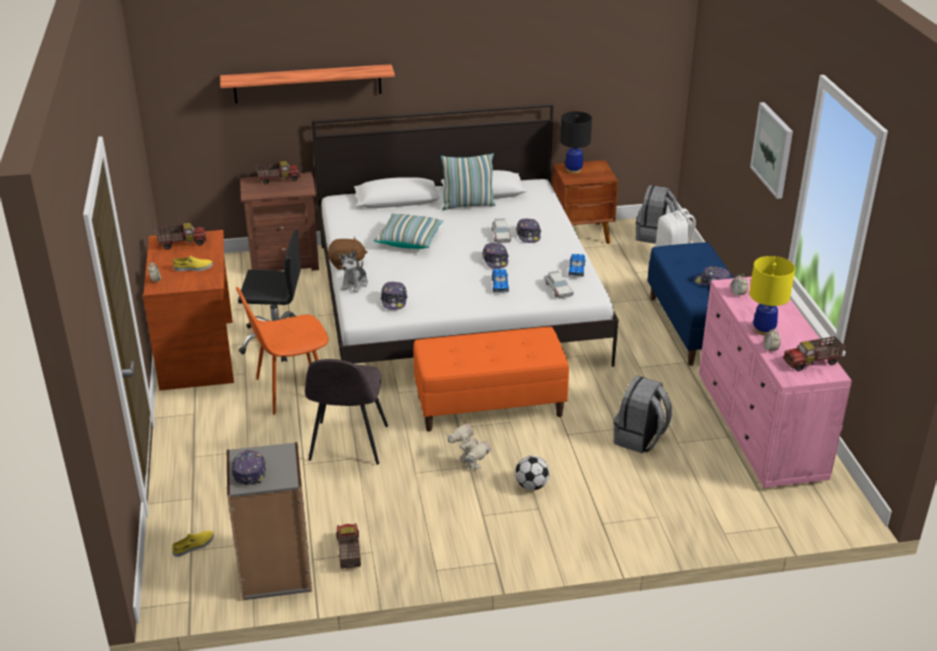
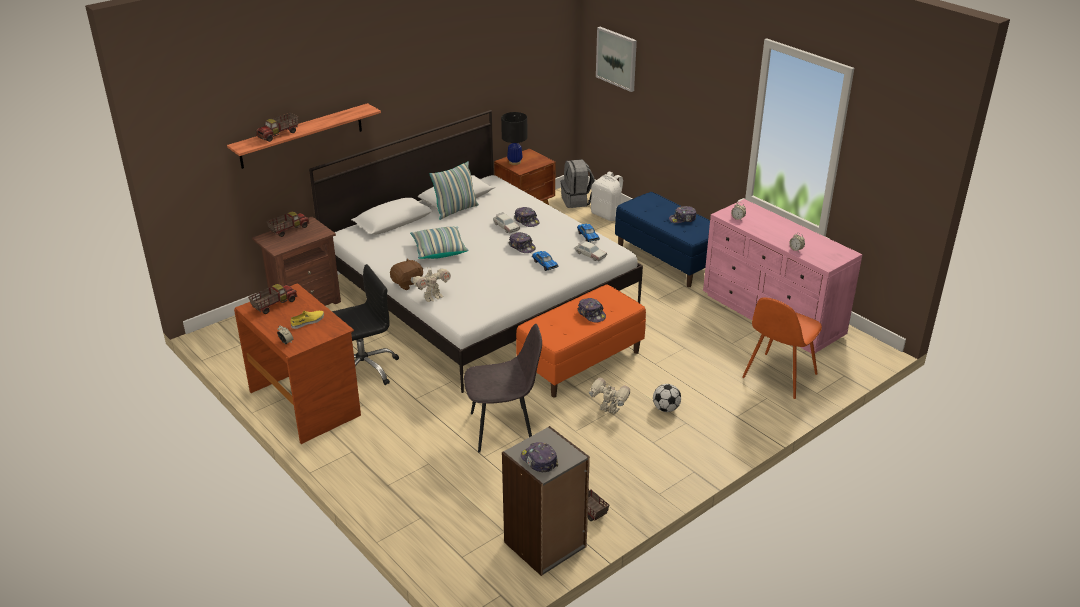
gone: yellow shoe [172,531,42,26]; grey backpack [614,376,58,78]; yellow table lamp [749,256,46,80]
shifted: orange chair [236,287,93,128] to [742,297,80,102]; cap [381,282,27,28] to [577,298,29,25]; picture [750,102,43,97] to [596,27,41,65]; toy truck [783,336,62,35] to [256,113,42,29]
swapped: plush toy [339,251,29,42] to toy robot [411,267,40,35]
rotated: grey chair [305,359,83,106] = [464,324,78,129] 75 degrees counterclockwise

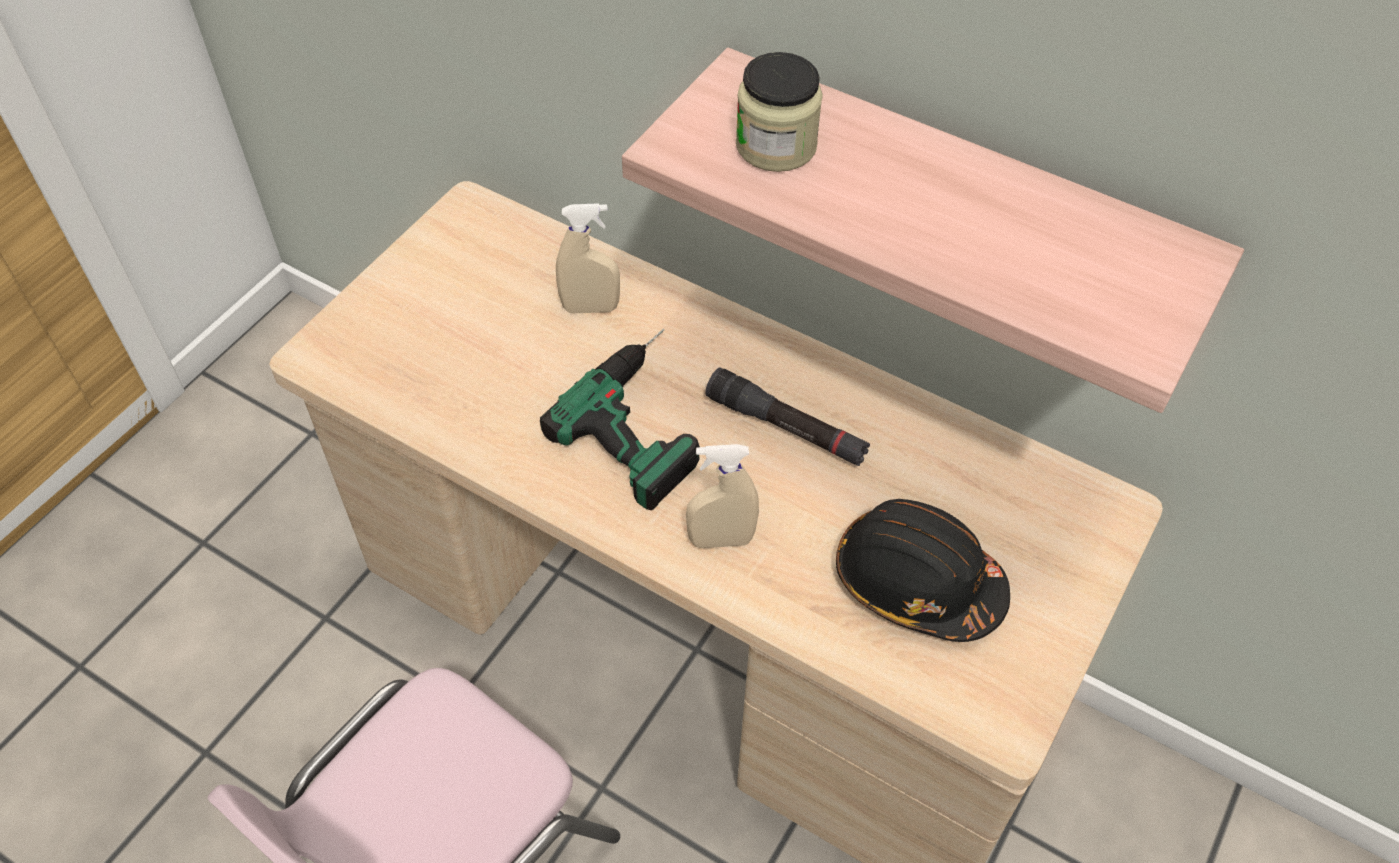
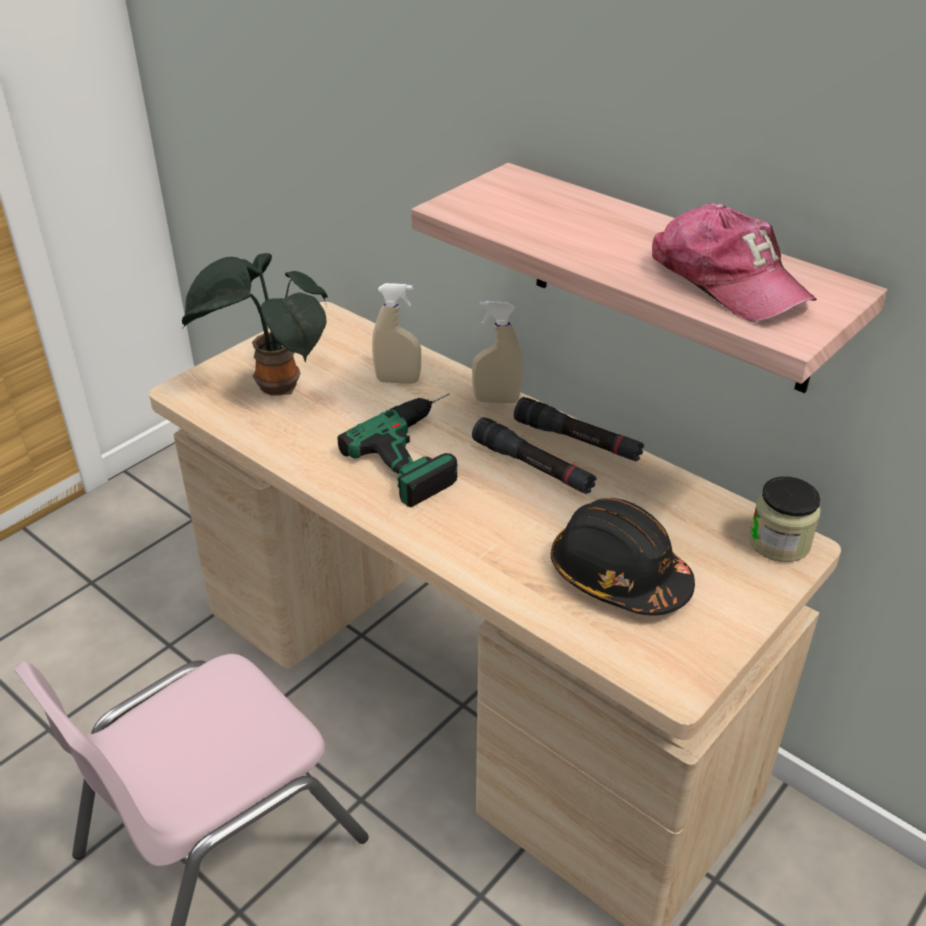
new: potted plant [182,253,146,143]; black flashlight [514,397,130,64]; cap [652,203,165,119]
shifted: beige spray bottle [686,444,73,104] to [472,301,51,102]; jar [736,52,87,120] to [749,476,72,86]

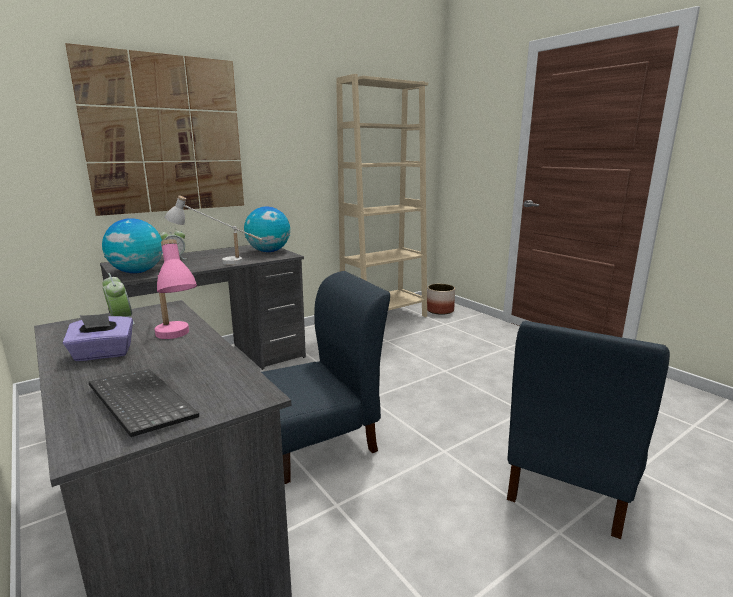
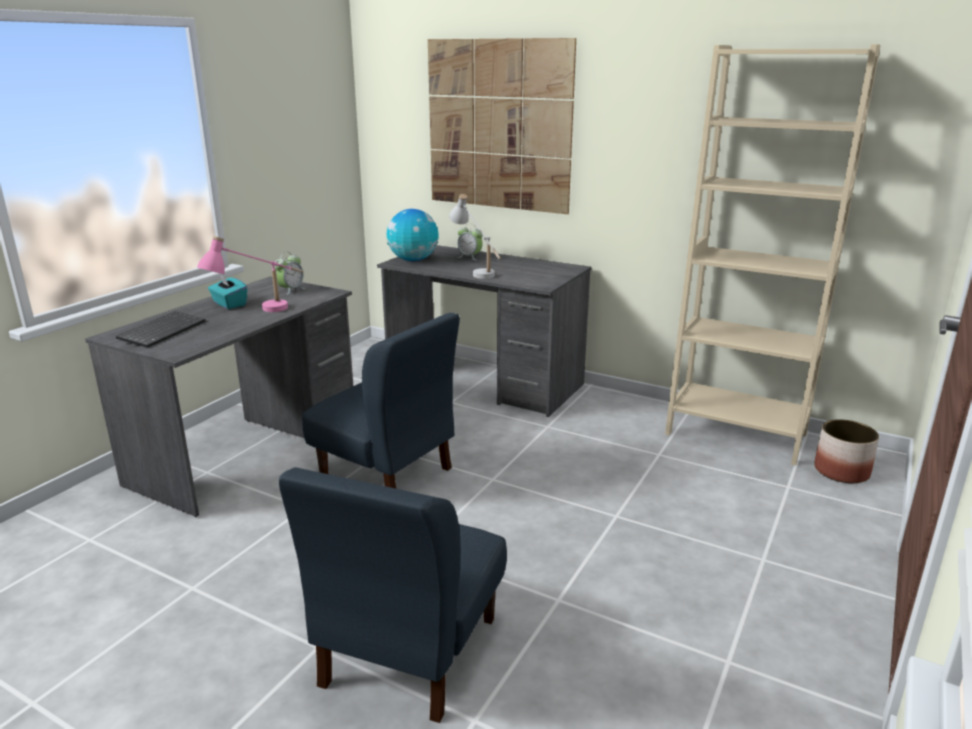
gone: globe [244,206,46,46]
repainted: purple tissue box [63,314,70,47] to turquoise tissue box [208,274,39,35]
rotated: blue chair [507,321,163,218] = [279,467,228,256] 75 degrees counterclockwise

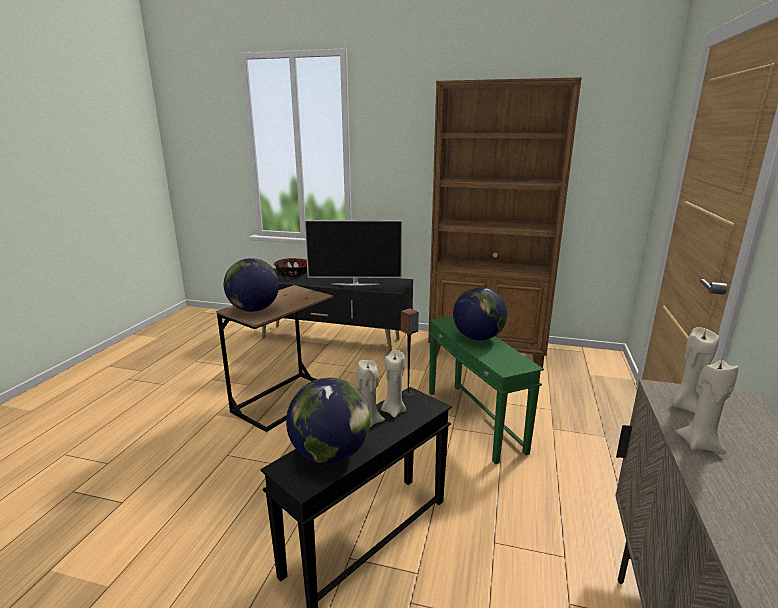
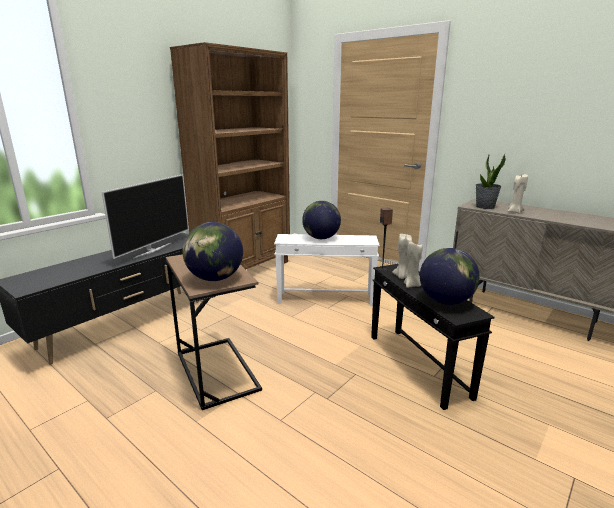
gone: bowl [274,258,33,19]
swapped: beige candle [670,327,49,87] to potted plant [475,154,31,55]
repainted: green side table [429,316,115,148] to white side table [274,234,106,72]

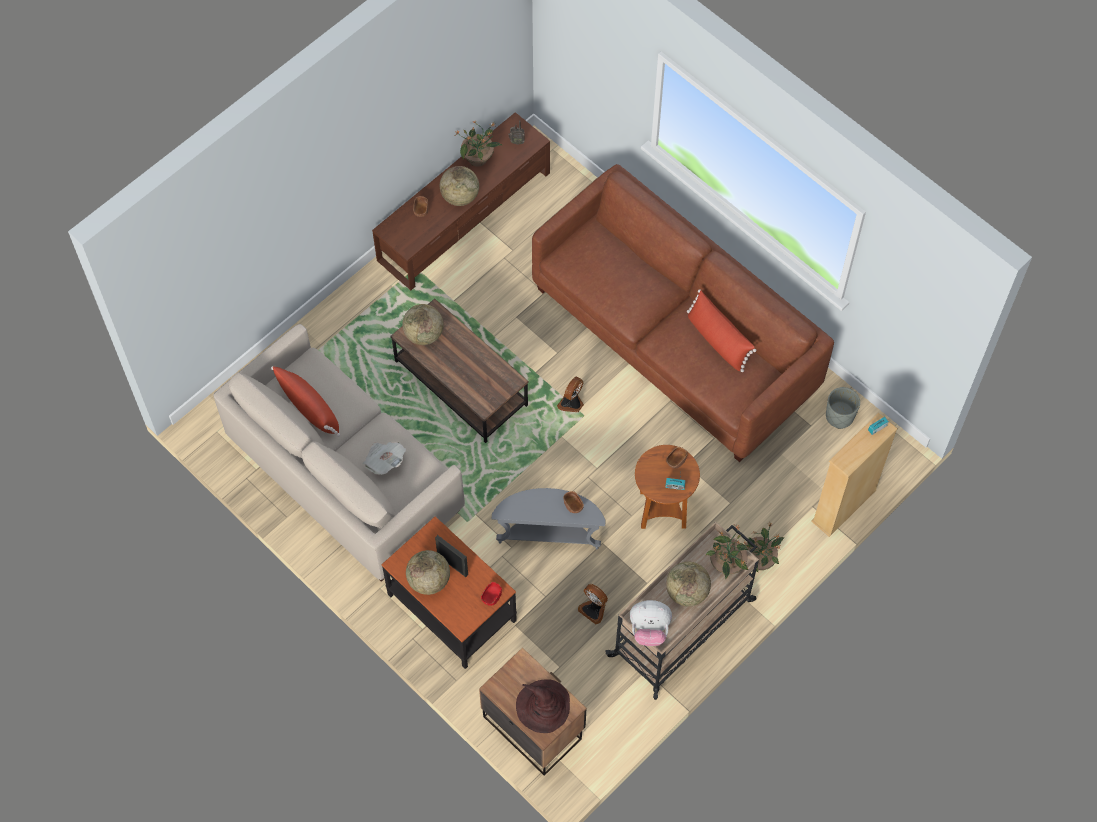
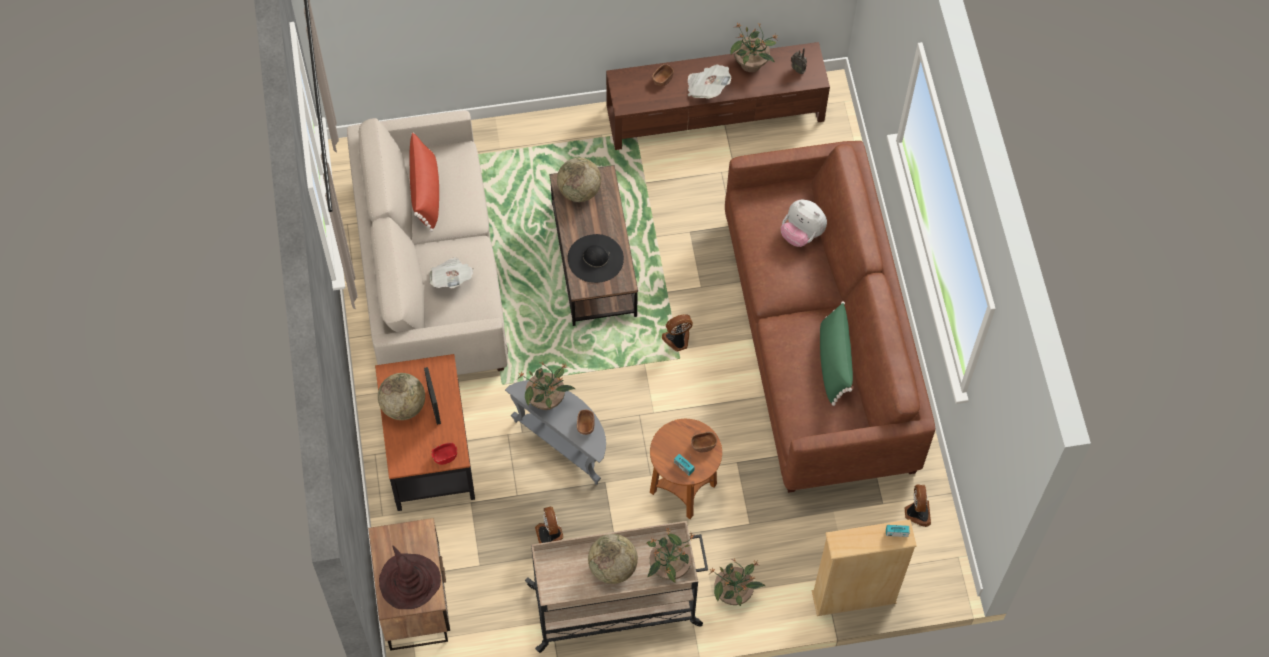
new: potted plant [519,362,56,48]; black hat [568,234,56,49]
shifted: plush toy [630,600,42,46] to [781,200,46,47]
swapped: globe [440,166,39,40] to newspaper [688,64,43,35]; grey planter [826,387,34,42] to fan [905,484,26,43]
repainted: red pillow [687,290,69,82] to green pillow [820,301,33,105]

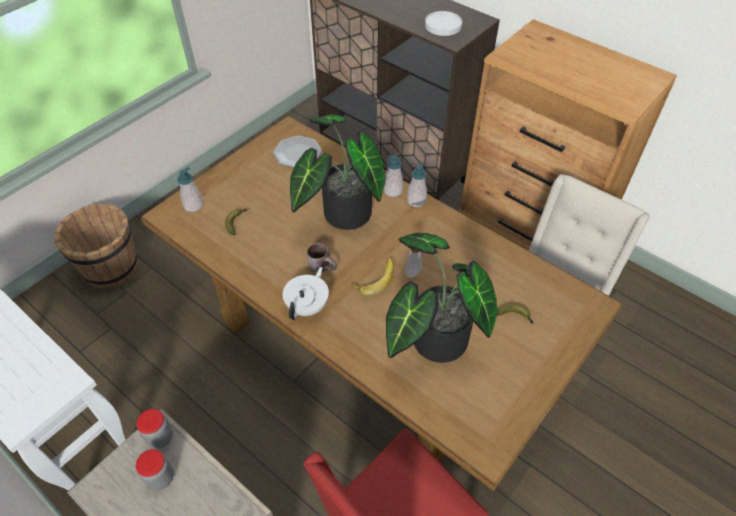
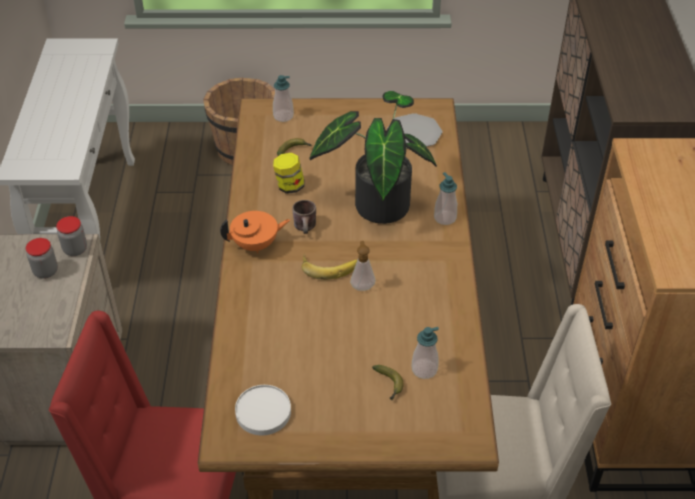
gone: potted plant [386,233,112,130]
new: jar [273,153,31,41]
shifted: soap dispenser [407,162,20,45] to [411,327,28,52]; white plate [425,11,37,25] to [235,385,56,50]
repainted: white teapot [283,267,46,53] to orange teapot [220,211,70,43]

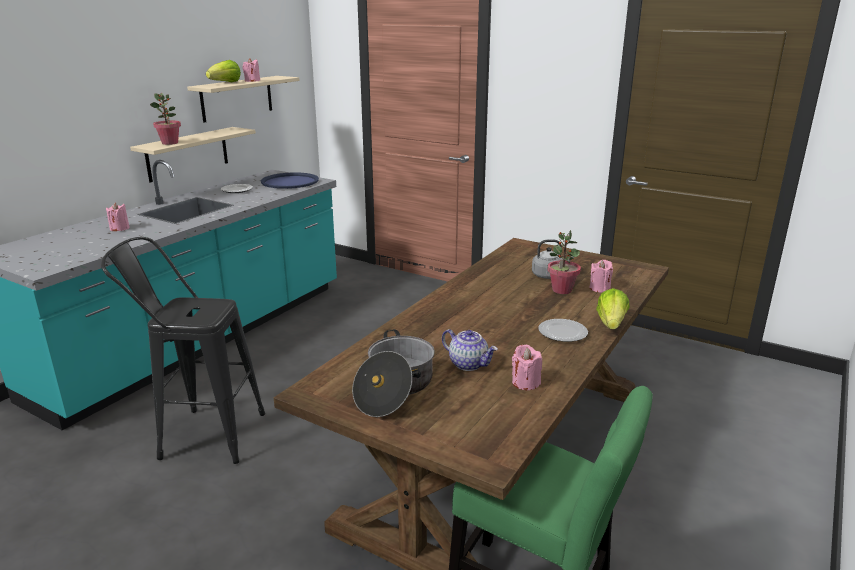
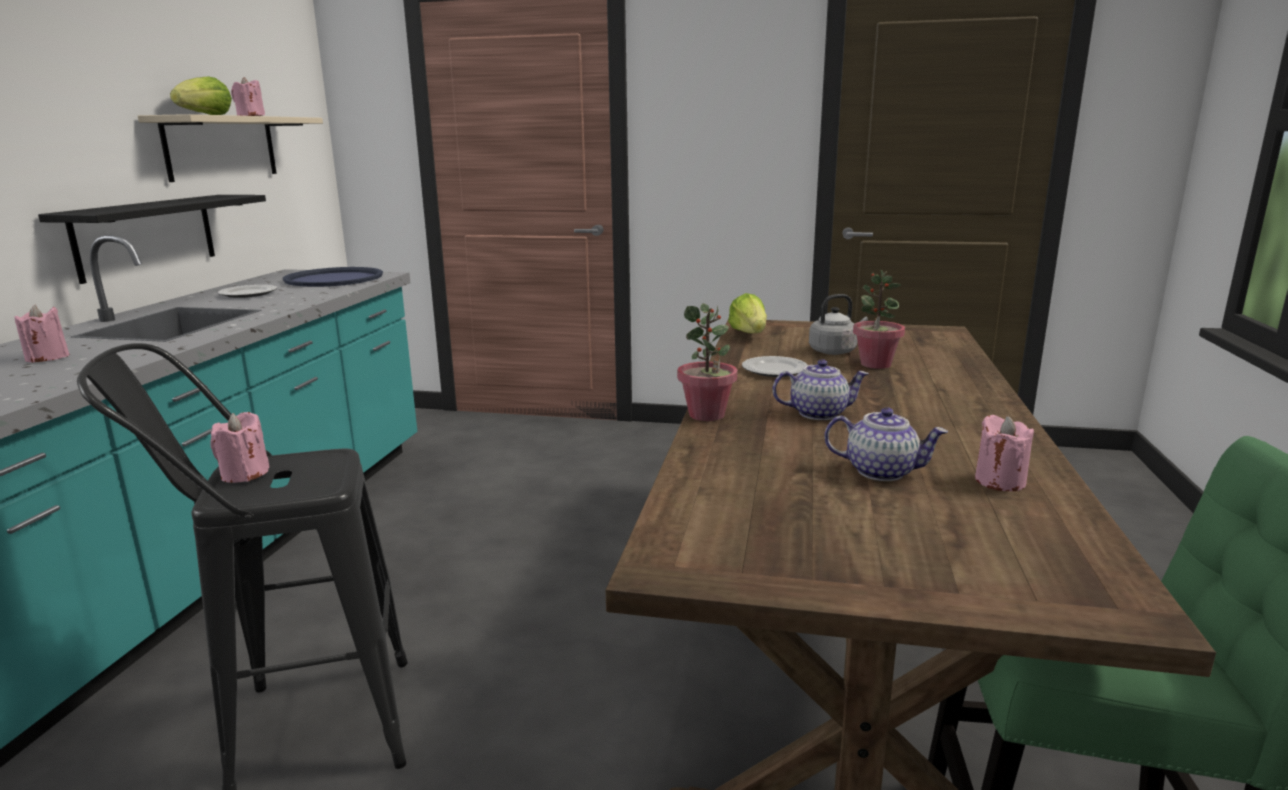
gone: cooking pot [352,329,83,88]
new: teapot [772,359,97,61]
shifted: potted plant [150,93,31,52] to [677,303,61,118]; plate [538,319,50,23] to [742,356,66,21]; pink candle [590,260,23,33] to [210,412,59,71]; lettuce [596,288,34,41] to [728,293,39,40]
repainted: beige shelf [130,127,126,55] to black shelf [38,195,228,89]

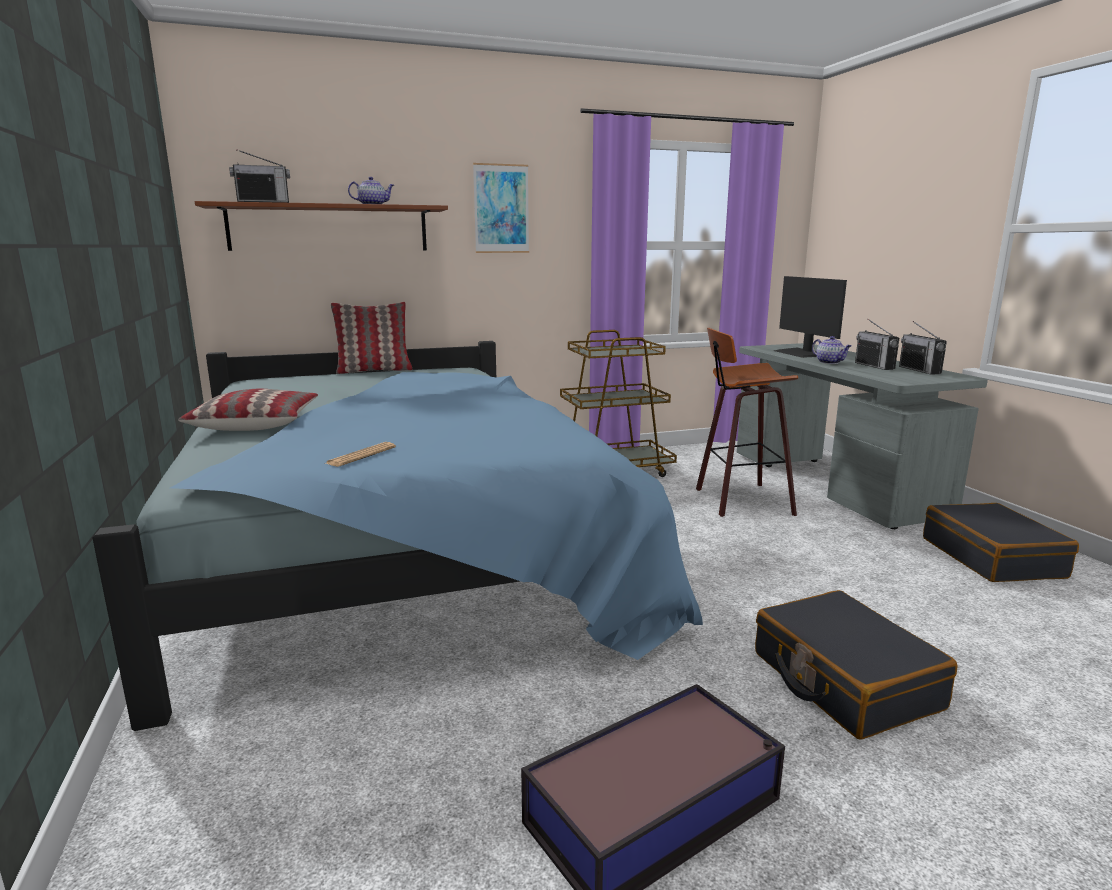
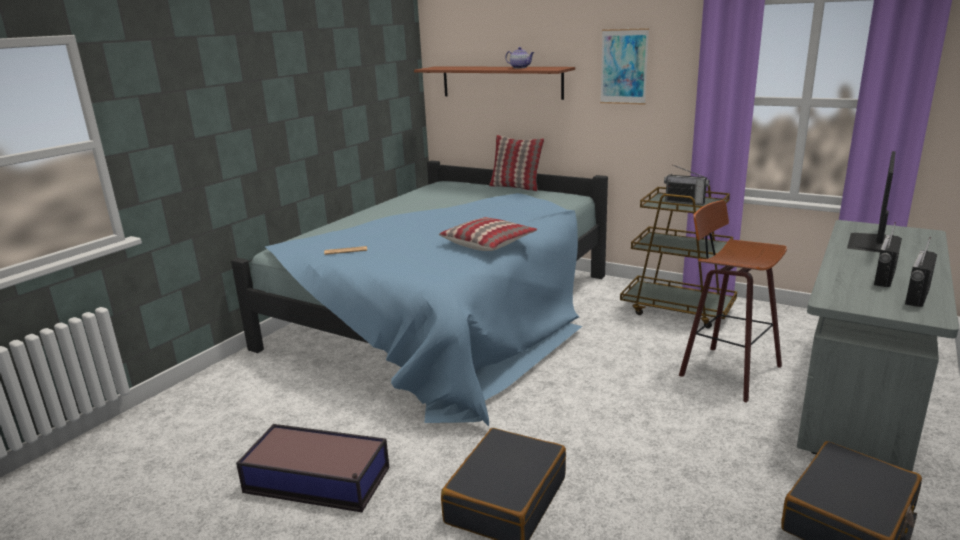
gone: teapot [812,336,39,28]
shifted: pillow [178,389,140,42] to [439,217,98,34]; radio [229,149,61,54] to [664,164,45,41]

